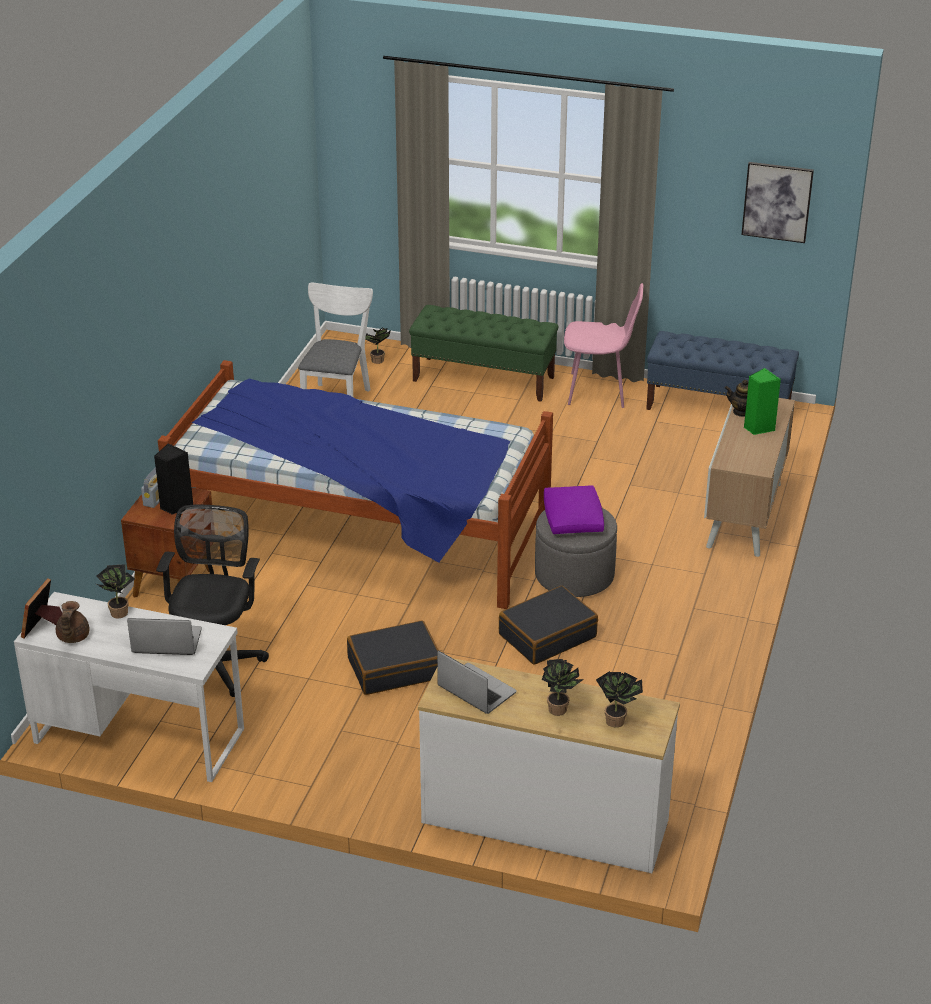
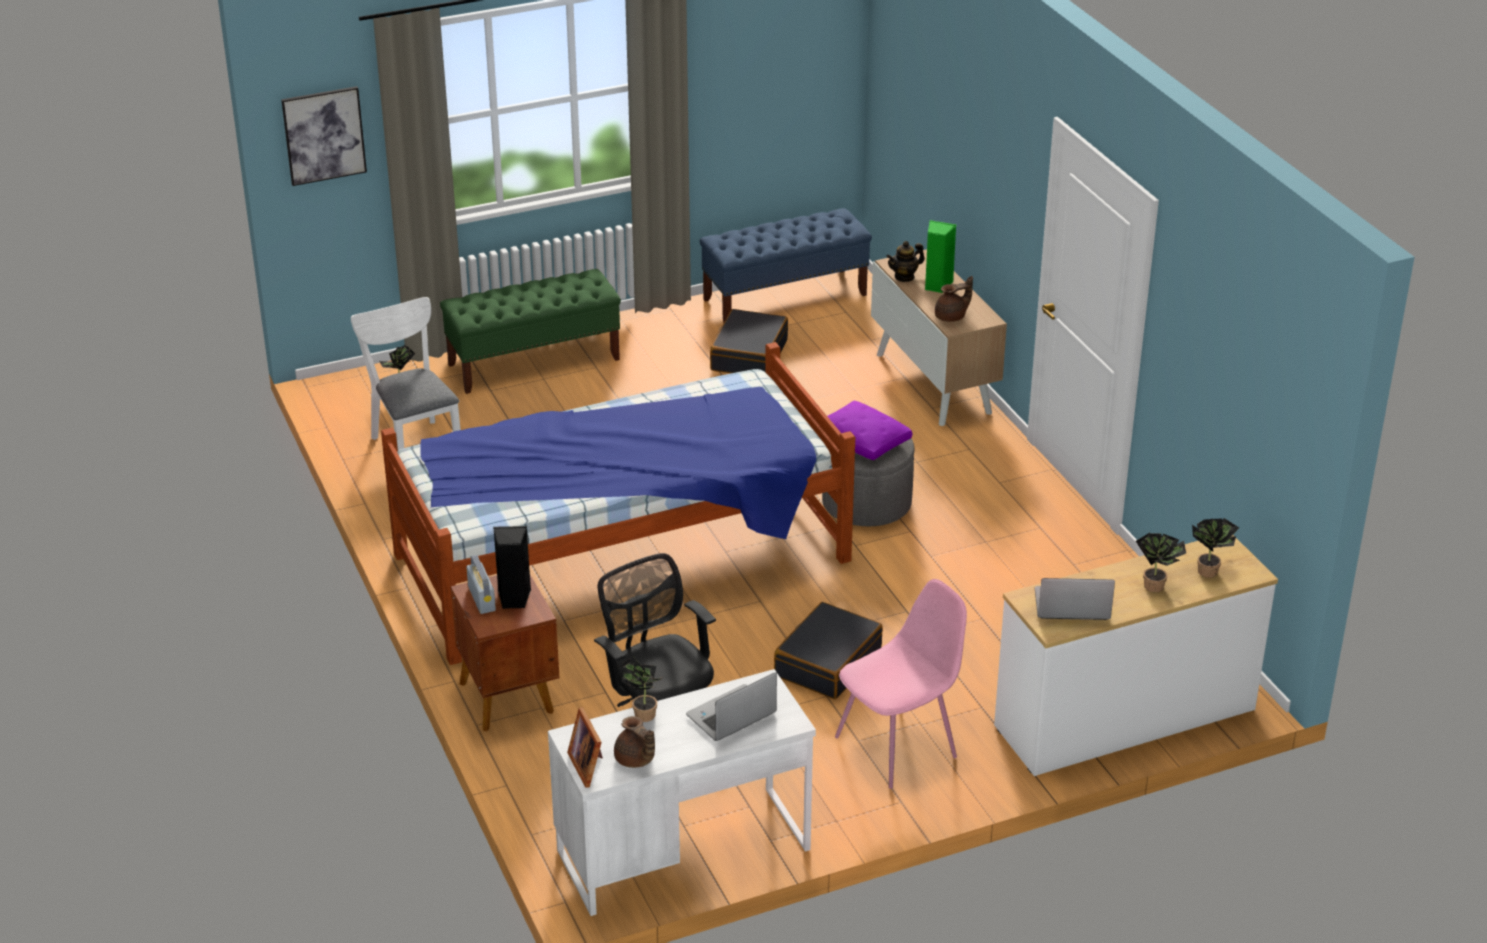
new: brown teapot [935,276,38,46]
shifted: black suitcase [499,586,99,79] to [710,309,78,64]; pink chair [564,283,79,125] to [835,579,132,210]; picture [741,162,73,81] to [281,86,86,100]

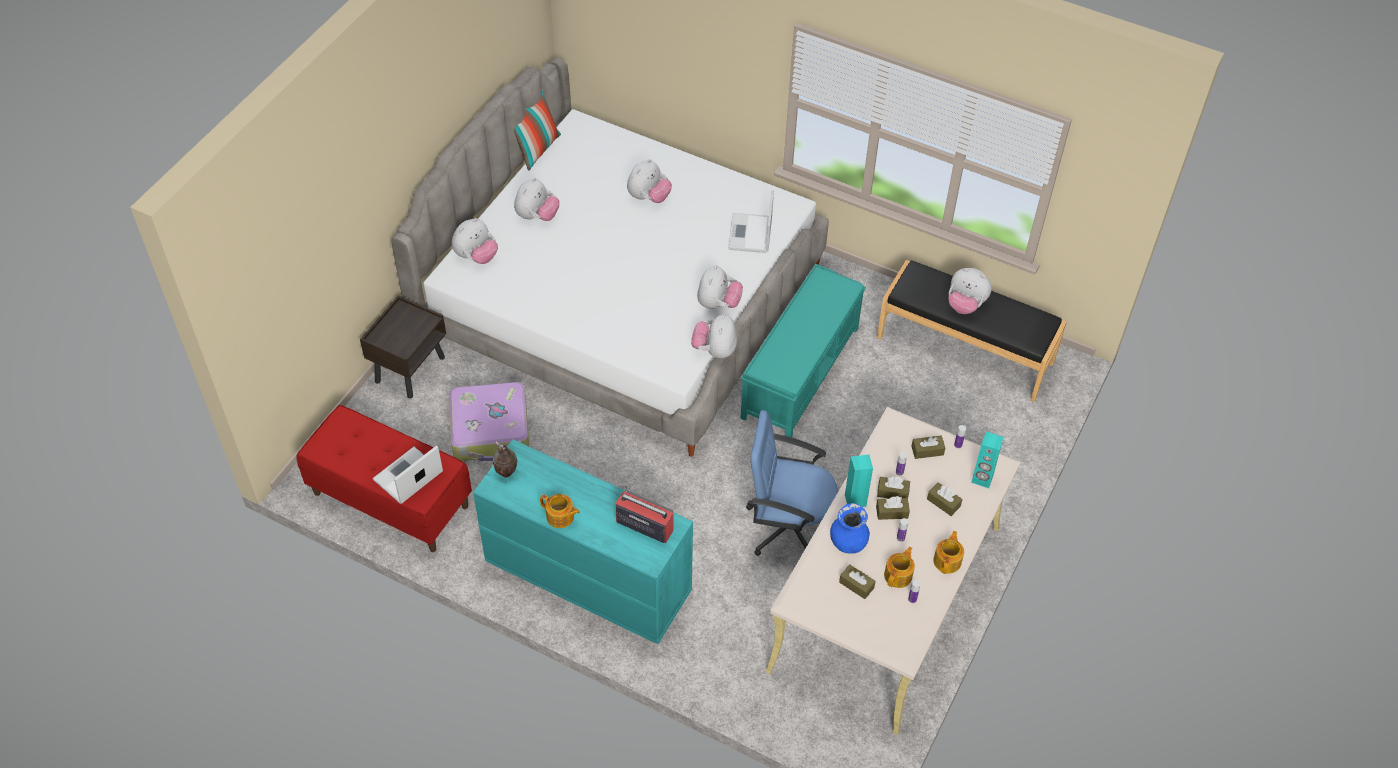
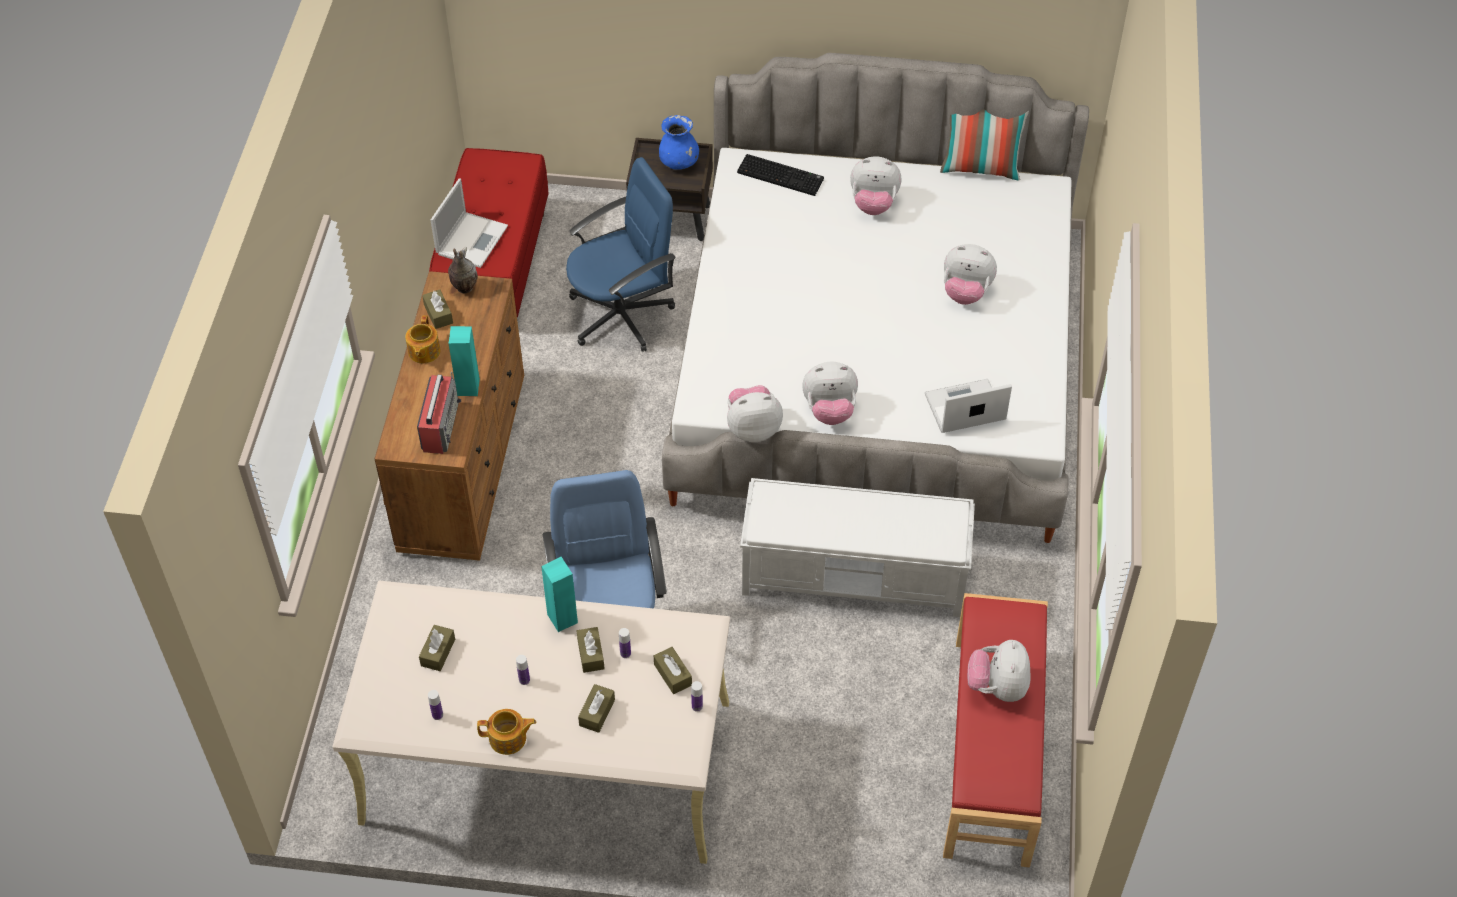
gone: teapot [884,546,31,42]
shifted: blue vase [830,503,40,51] to [659,115,40,55]; brown tissue box [876,496,34,24] to [422,290,31,39]; turquoise speaker [971,431,33,57] to [449,326,31,70]
swapped: suitcase [449,382,80,79] to blue office chair [566,157,110,195]; plush toy [452,218,46,46] to keyboard [737,154,87,42]
repainted: turquoise dresser [473,439,220,205] to brown dresser [374,271,150,290]; turquoise bench [740,264,126,174] to white bench [740,478,235,139]; black bench [877,260,190,142] to red bench [943,593,105,274]
rotated: laptop [373,445,70,59] = [431,179,77,89] 90 degrees clockwise

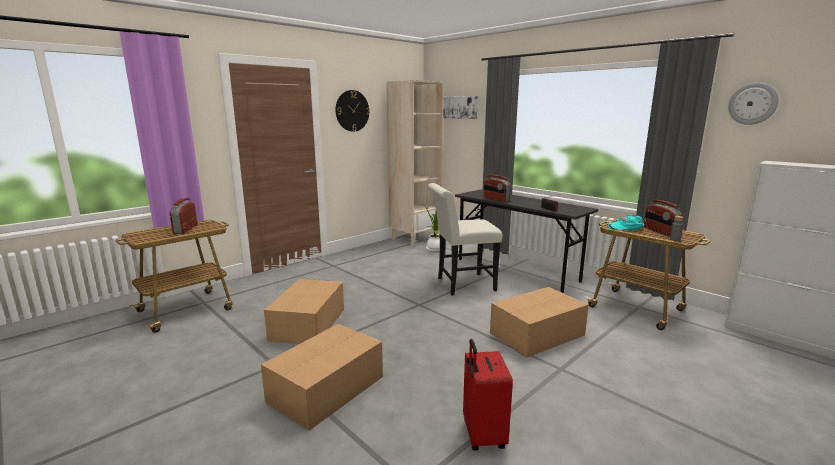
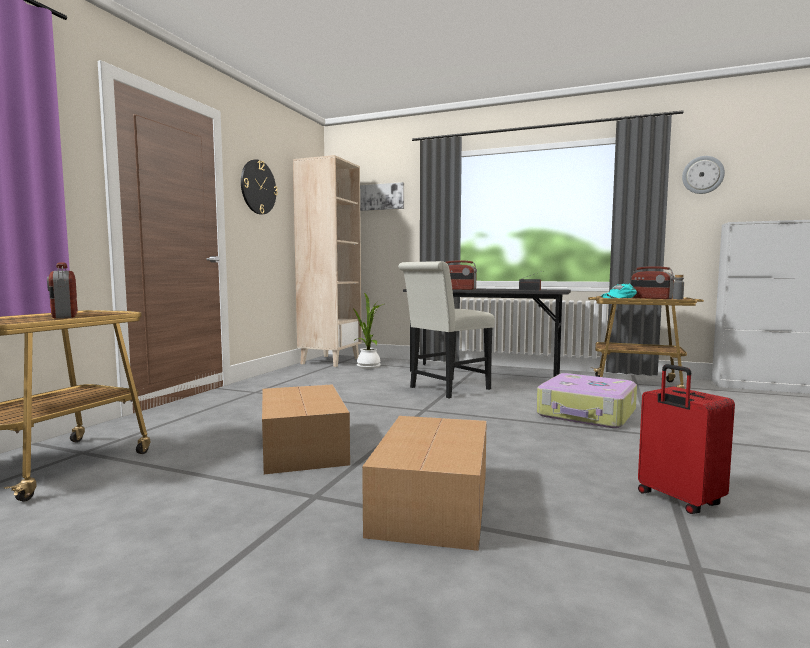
swapped: cardboard box [490,287,99,71] to suitcase [537,373,100,55]

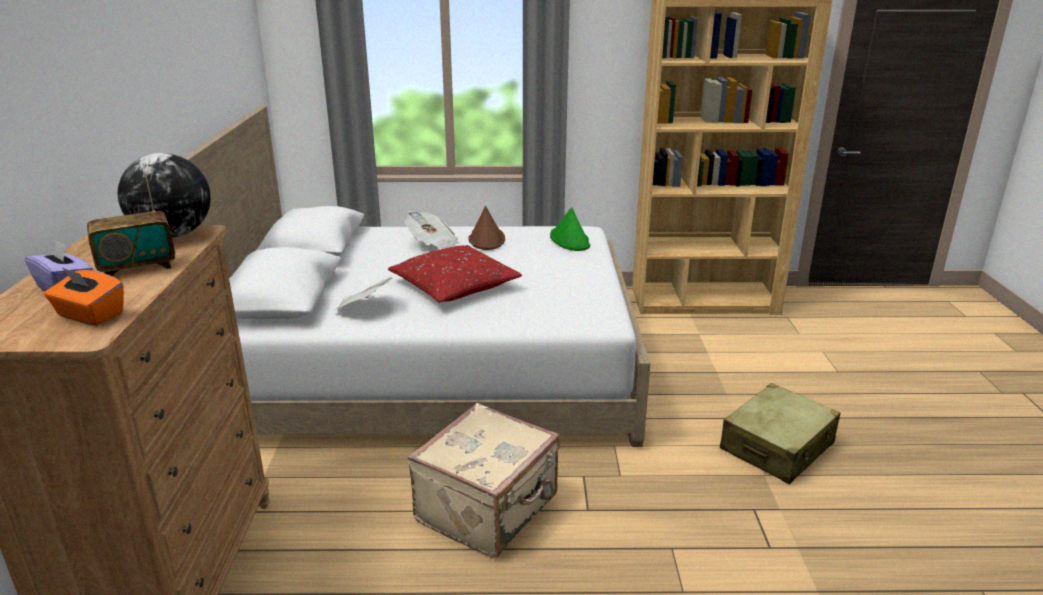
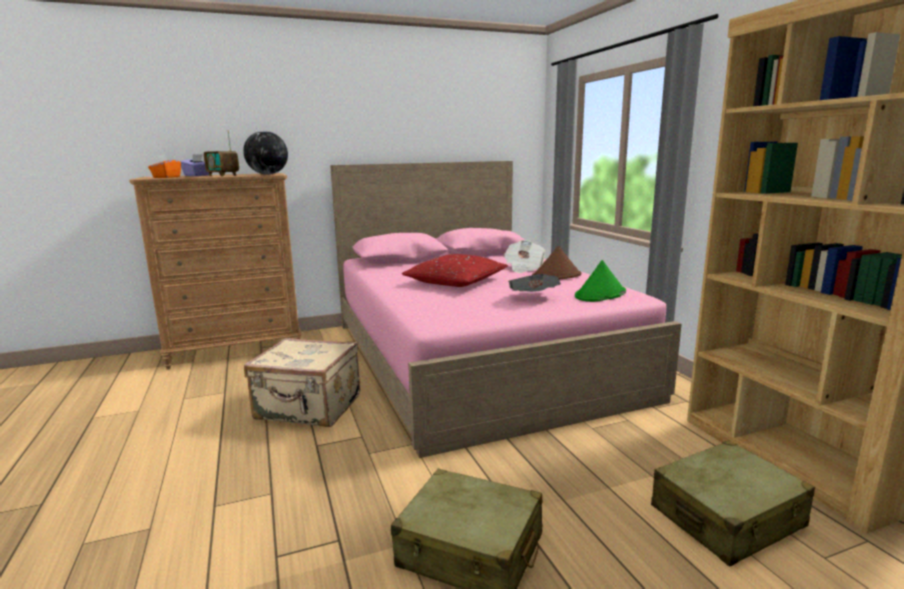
new: beige suitcase [651,440,164,126]
shifted: newspaper [333,276,60,35] to [508,274,53,18]
repainted: white bed [183,106,467,341] to pink bed [330,161,352,297]

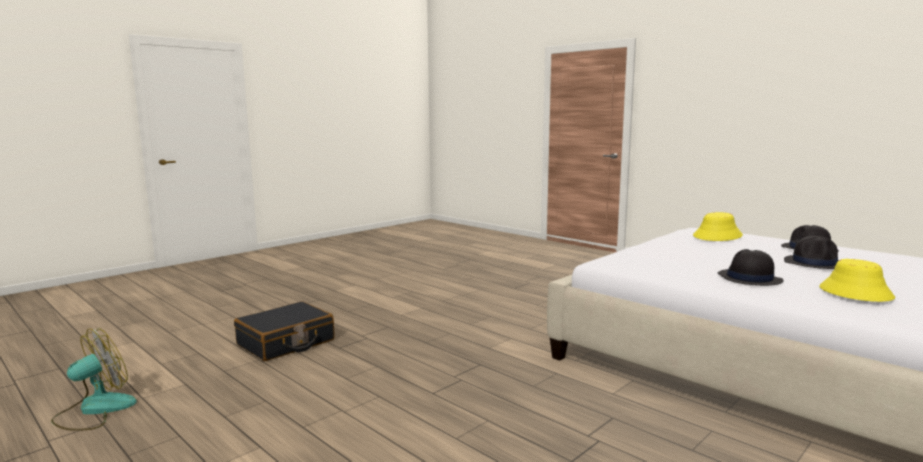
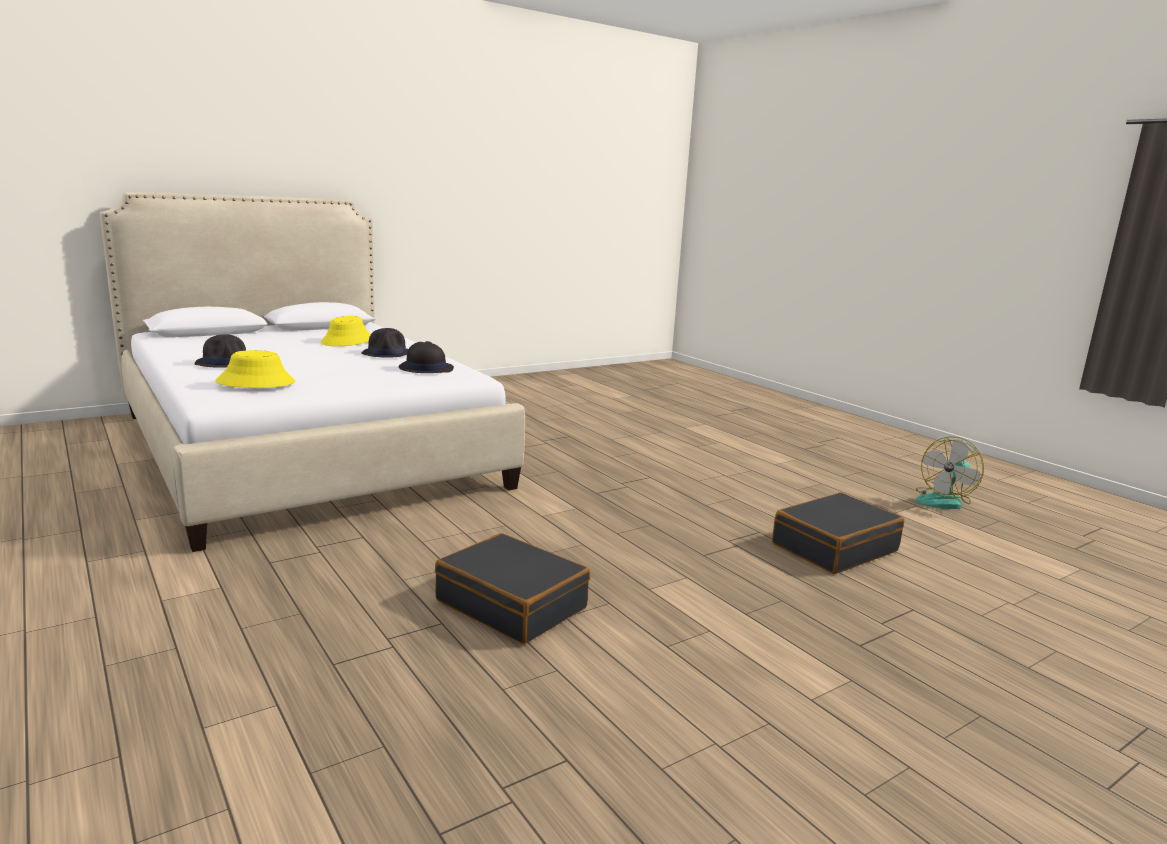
new: black suitcase [435,533,155,111]
shifted: black hat [784,236,55,33] to [398,341,56,32]

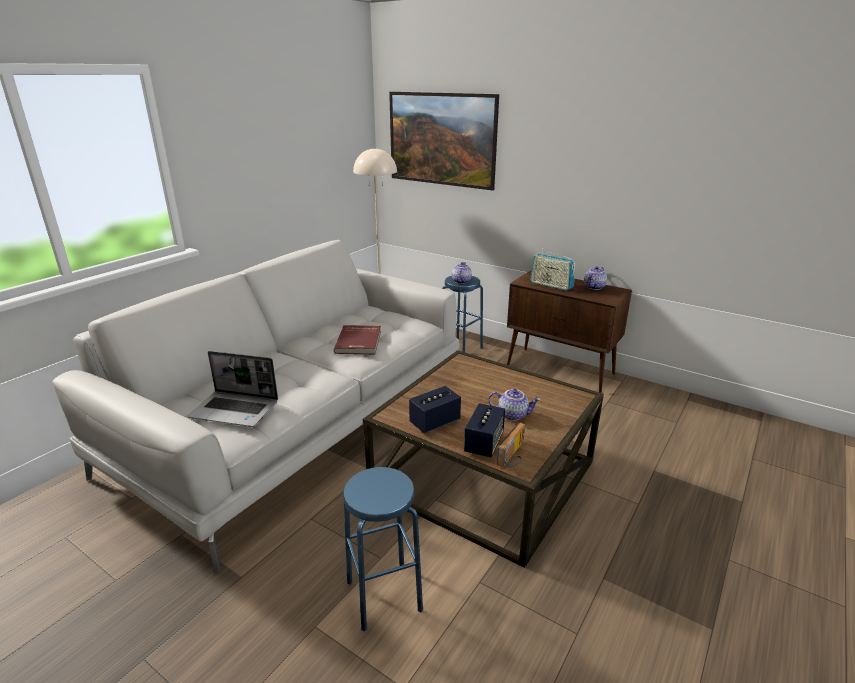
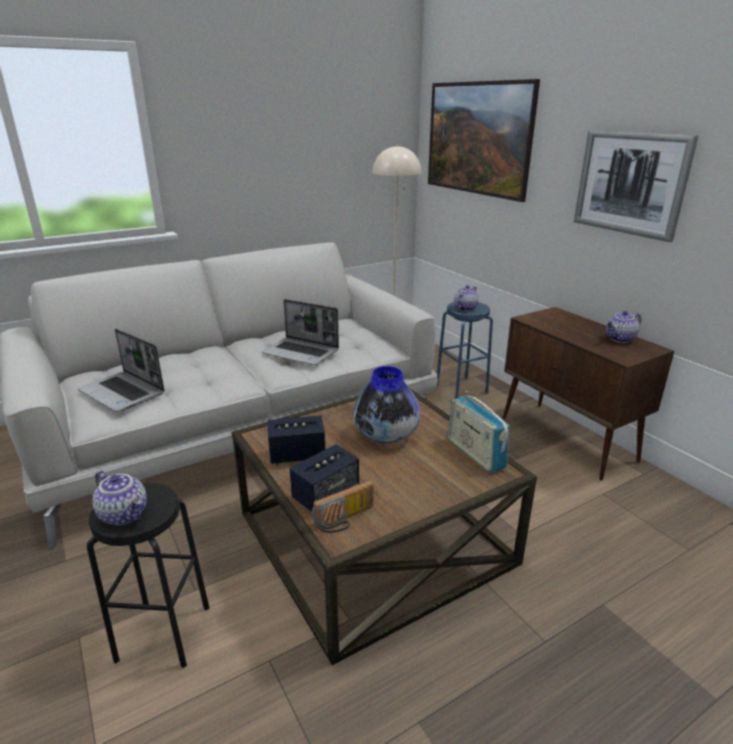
new: vase [353,366,67,77]; picture [574,130,125,112]
shifted: teapot [488,389,53,32] to [92,471,55,54]; radio [530,248,45,43] to [447,391,63,82]
swapped: red book [334,325,47,29] to laptop [262,299,77,66]
repainted: blue stool [343,467,80,165] to black stool [87,483,122,185]

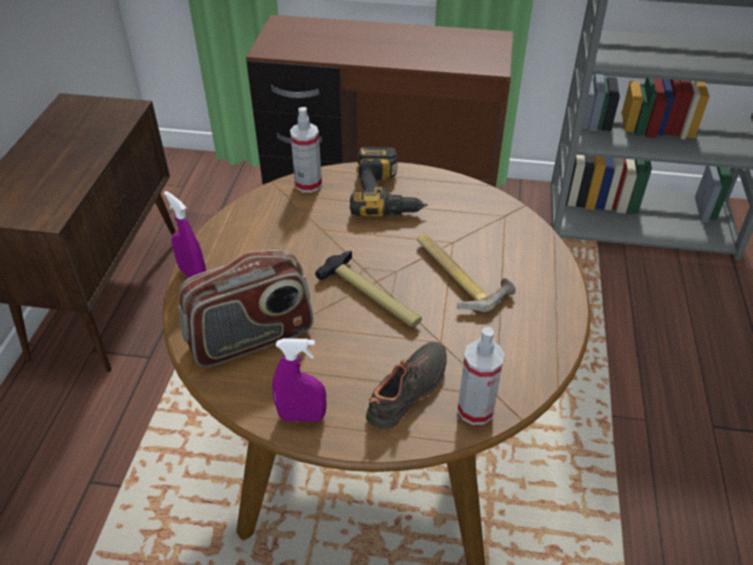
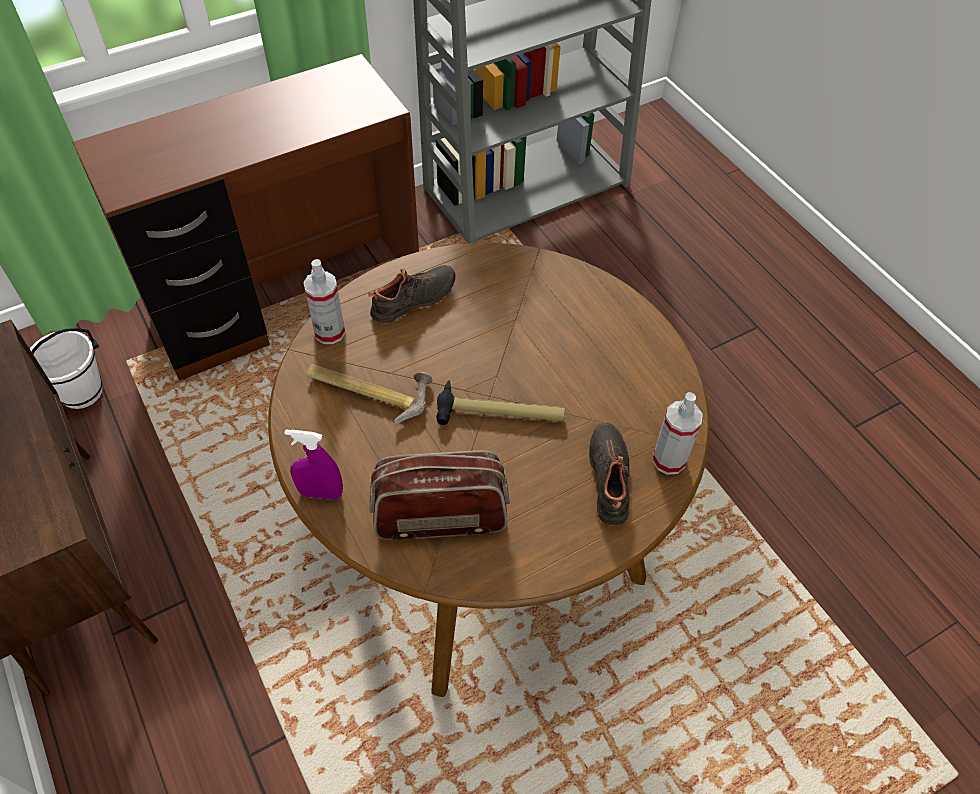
gone: purple spray bottle [272,338,54,84]
new: white bucket [30,328,73,81]
shifted: hammer [417,233,99,79] to [307,364,126,62]
swapped: power drill [350,147,78,70] to black shoe [368,265,88,59]
rotated: radio [178,250,135,117] = [370,450,140,90] 120 degrees counterclockwise

